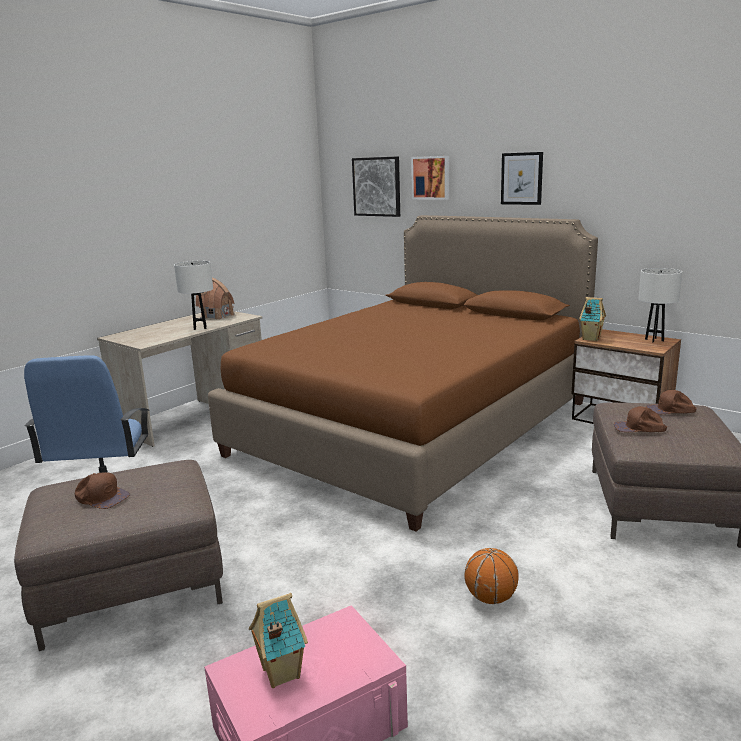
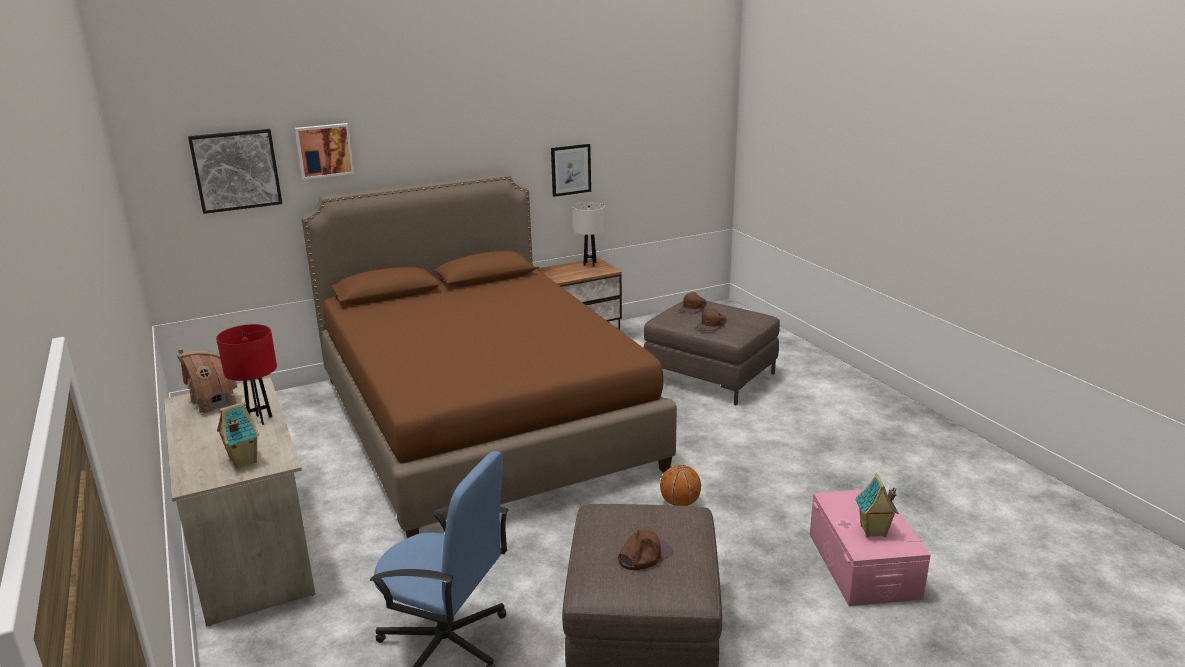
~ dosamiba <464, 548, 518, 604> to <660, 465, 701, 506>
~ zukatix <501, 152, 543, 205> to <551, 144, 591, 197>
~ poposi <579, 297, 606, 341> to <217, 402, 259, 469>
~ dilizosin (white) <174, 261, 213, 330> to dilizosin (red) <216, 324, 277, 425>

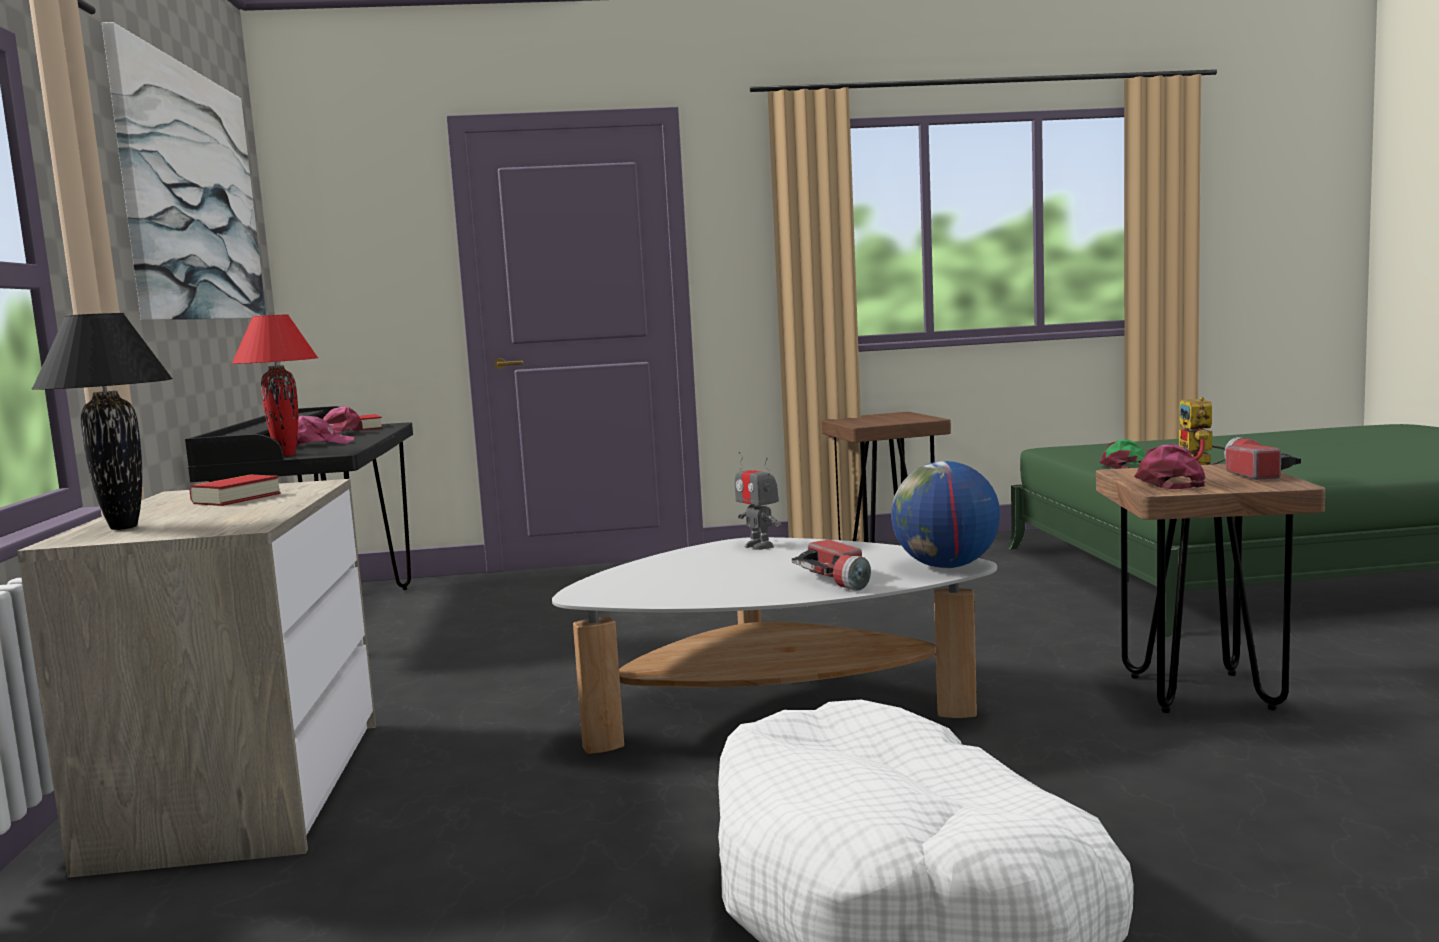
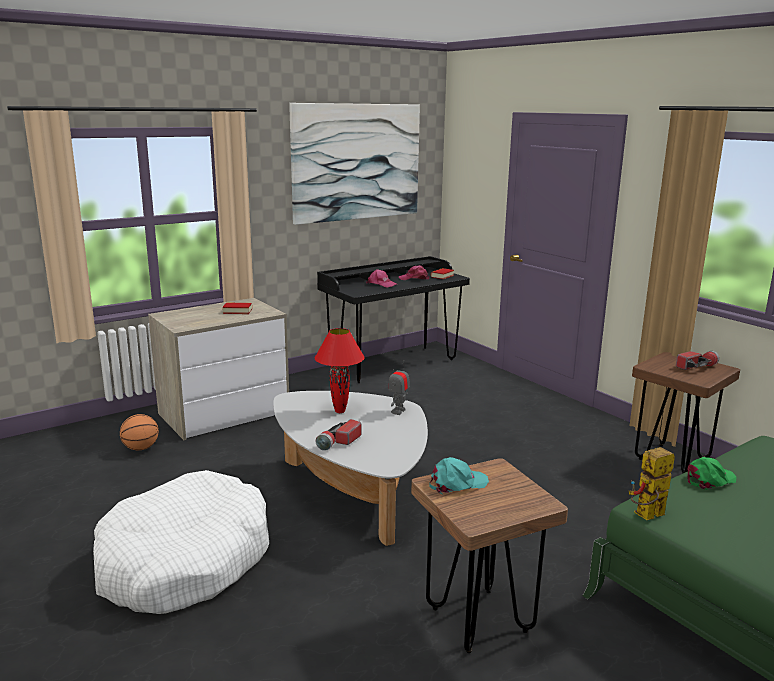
- dilizosin (black) <31, 313, 173, 530>
- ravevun <891, 461, 1000, 568>
+ dosamiba <120, 414, 159, 450>
~ dilizosin (red) <232, 314, 318, 456> to <315, 328, 365, 413>
~ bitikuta <1224, 437, 1301, 480> to <676, 351, 719, 370>
~ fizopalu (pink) <1134, 444, 1205, 489> to fizopalu (turquoise) <429, 457, 489, 494>

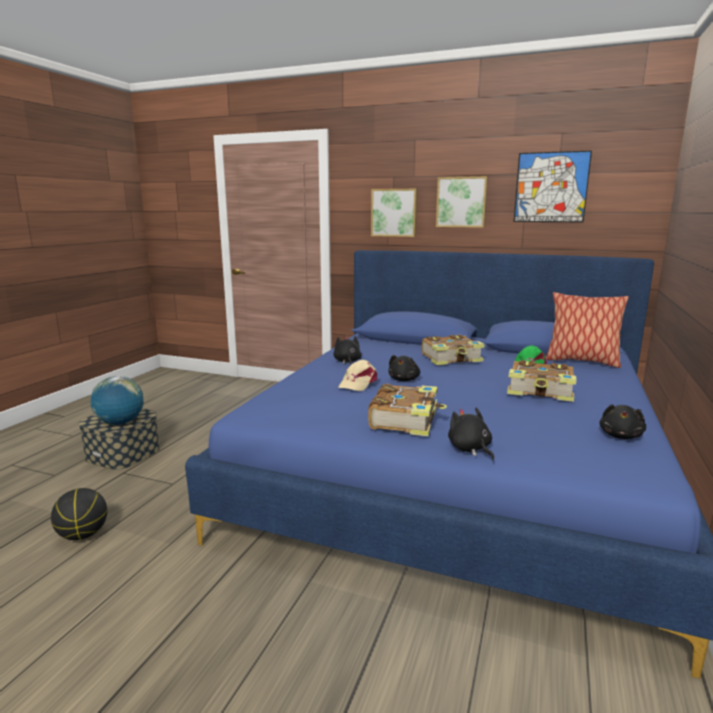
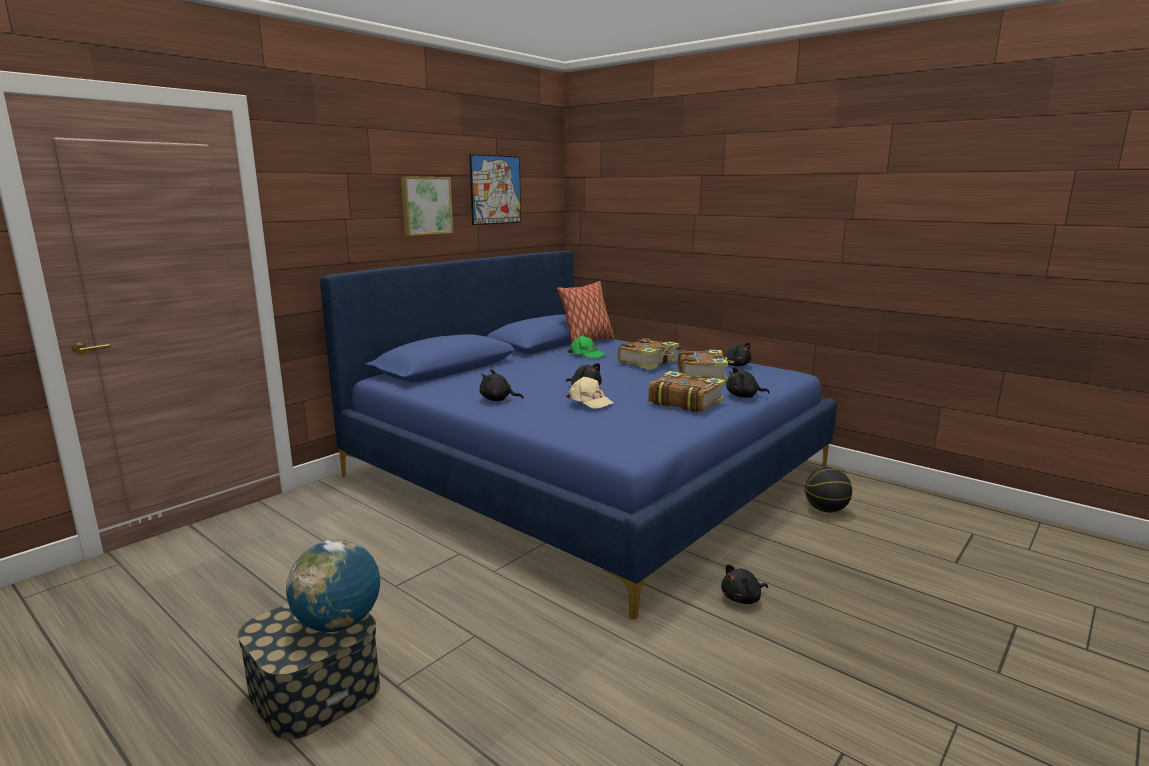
- zukatix <371, 189, 417, 237>
+ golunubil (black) <721, 564, 768, 604>
~ dosamiba <51, 488, 107, 540> to <805, 467, 852, 512>
~ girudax <422, 335, 485, 365> to <677, 350, 734, 381>

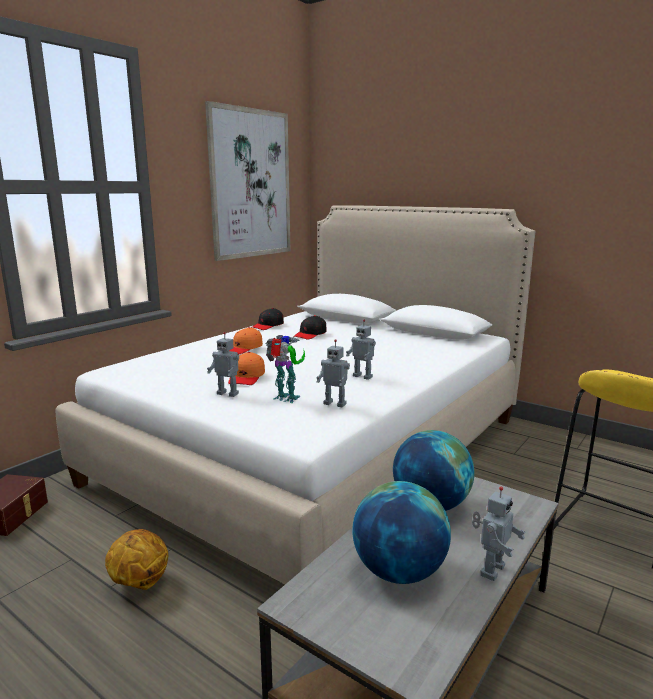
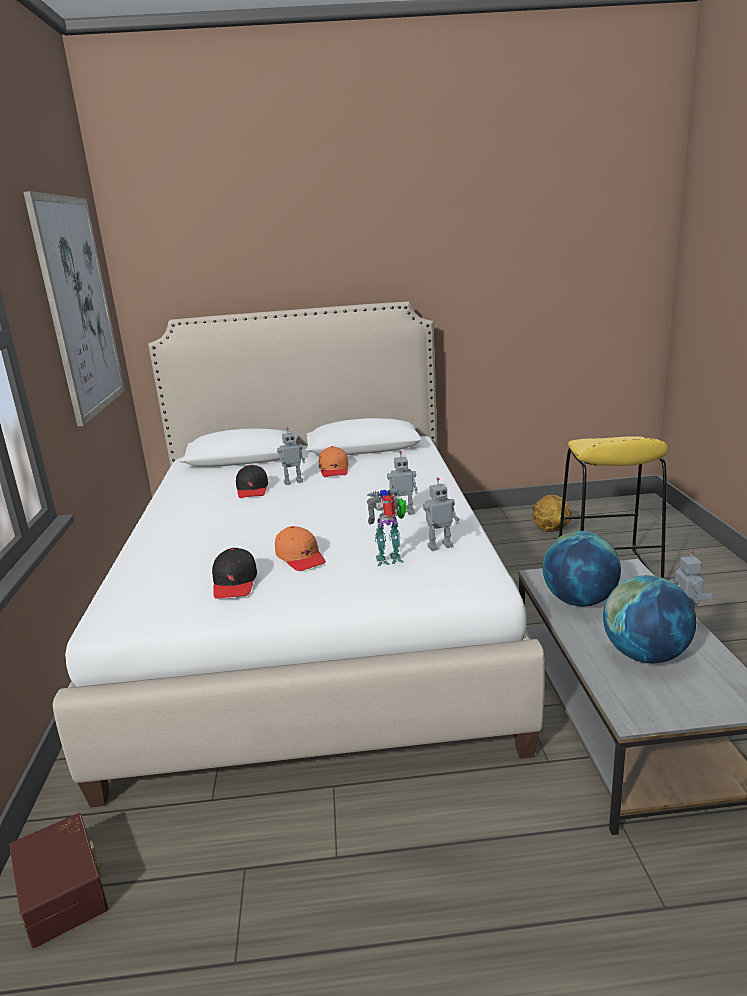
~ dosamiba <105, 529, 168, 590> to <532, 495, 572, 532>
~ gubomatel <207, 332, 239, 397> to <277, 428, 305, 485>
~ fizopalu (orange) <229, 327, 263, 354> to <319, 446, 349, 477>
~ fizopalu (black) <251, 308, 284, 330> to <212, 548, 257, 599>

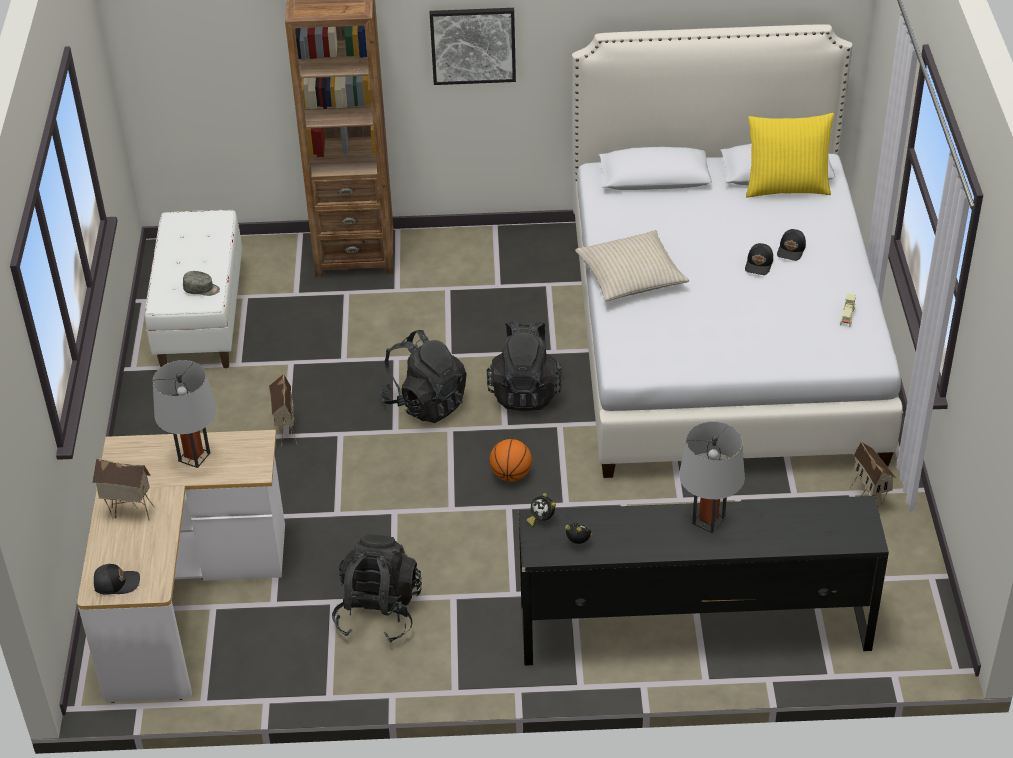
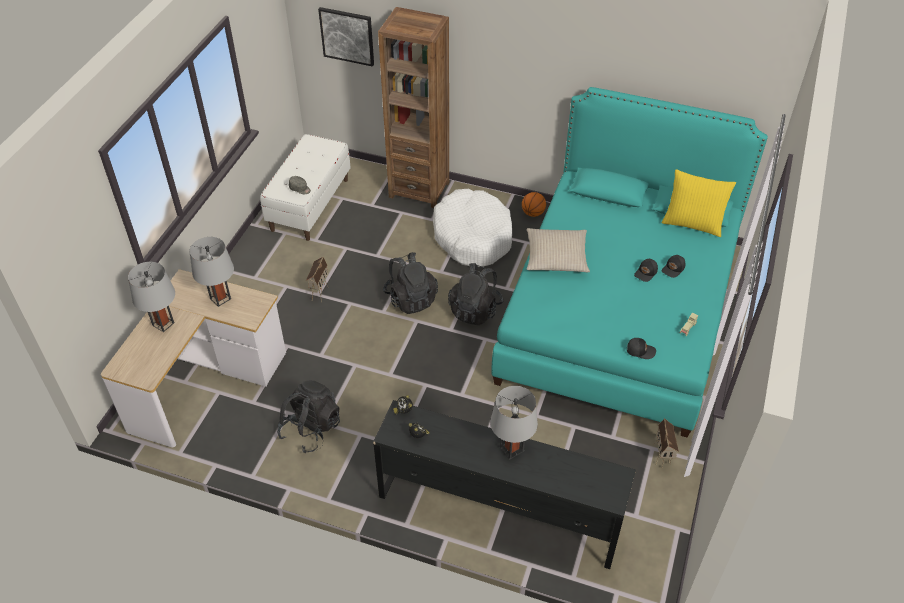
+ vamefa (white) <433, 189, 512, 267>
~ fizopalu (black) <94, 564, 140, 595> to <627, 338, 656, 359>
~ zukatix <430, 8, 516, 85> to <318, 7, 374, 67>
~ dosamiba <490, 439, 532, 481> to <522, 192, 546, 217>
~ poposi <92, 457, 155, 521> to dilizosin (grey) <128, 262, 175, 332>
~ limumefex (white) <572, 24, 903, 478> to limumefex (turquoise) <491, 87, 768, 437>

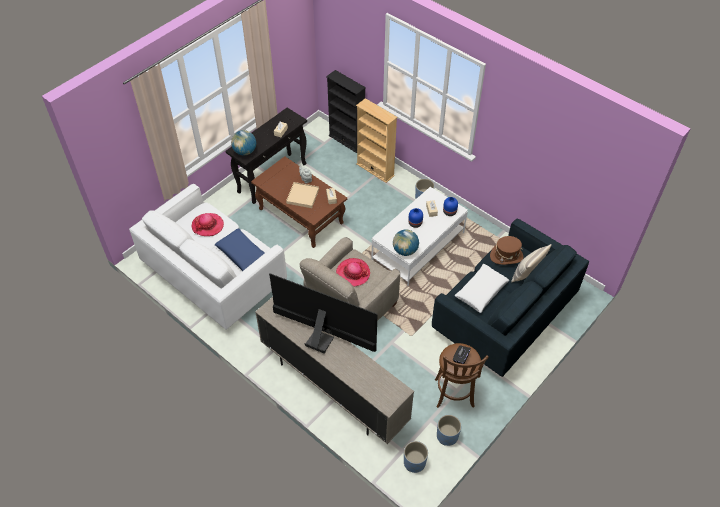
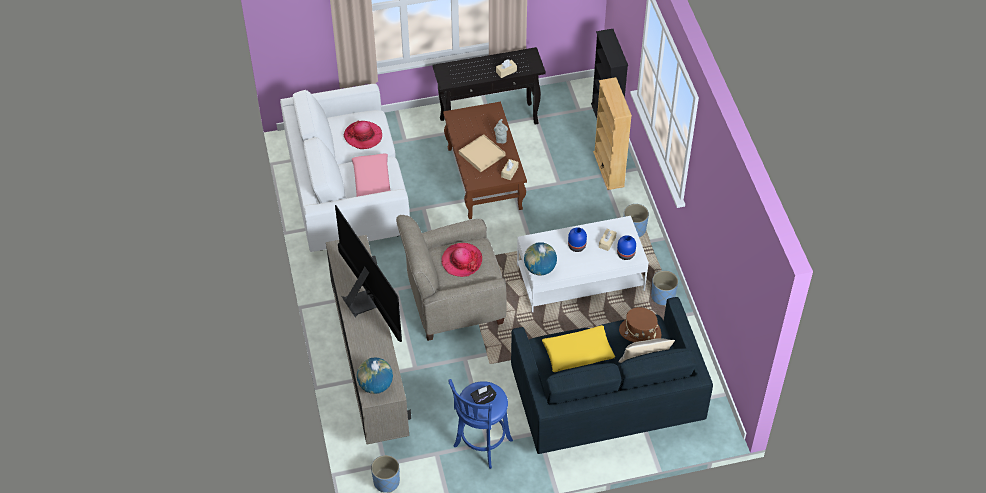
~ ravevun <231, 130, 256, 155> to <357, 357, 393, 394>
~ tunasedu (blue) <437, 415, 461, 446> to <651, 270, 678, 306>
~ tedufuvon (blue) <215, 228, 265, 271> to tedufuvon (pink) <352, 154, 391, 197>
~ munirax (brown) <434, 343, 489, 408> to munirax (blue) <448, 379, 513, 469>
~ tedufuvon (white) <455, 264, 509, 313> to tedufuvon (yellow) <542, 325, 615, 372>

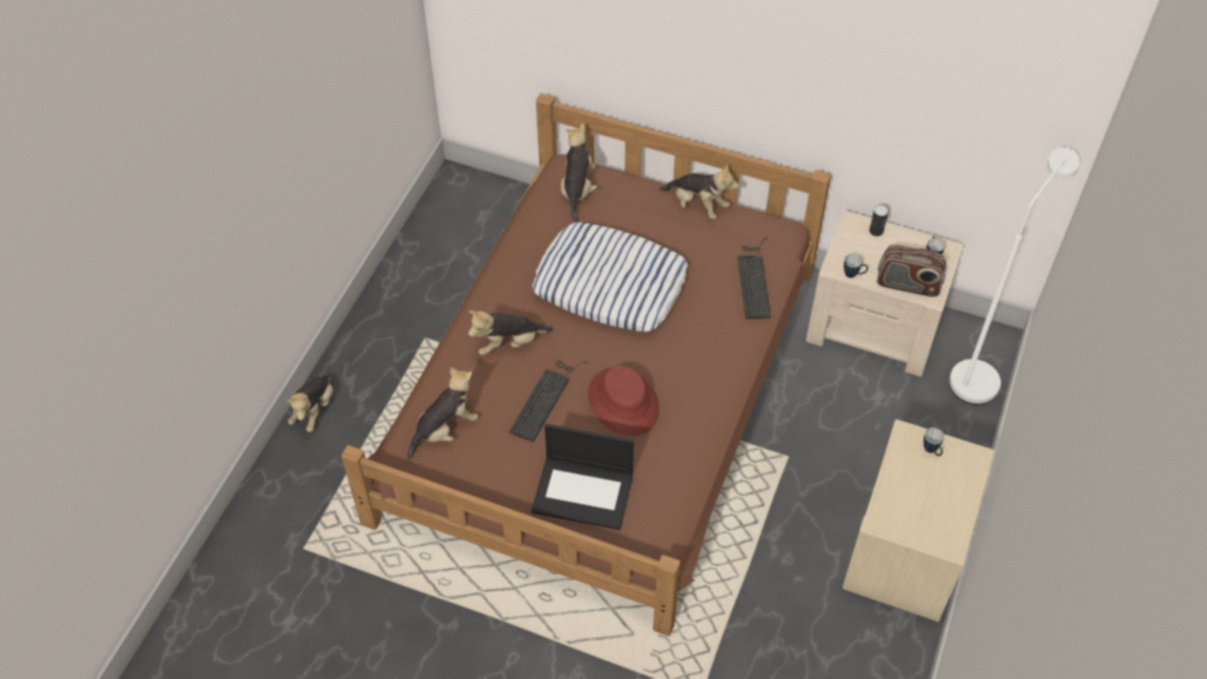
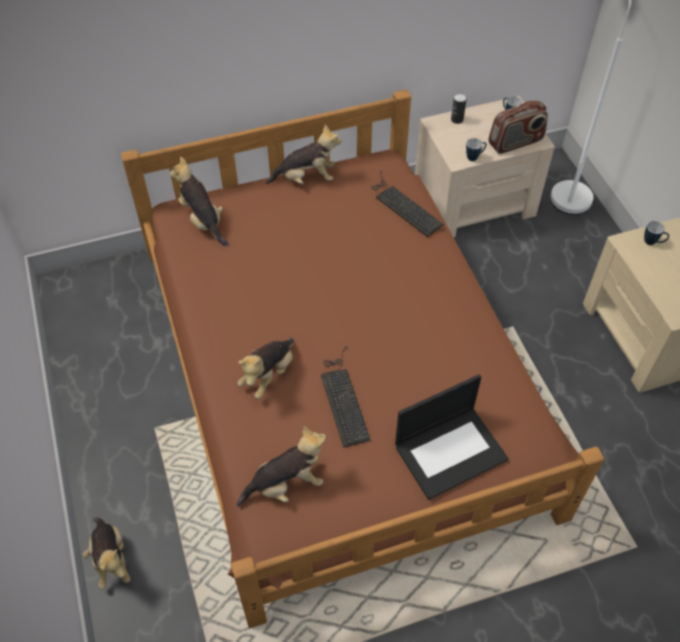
- tedufuvon <532, 222, 688, 332>
- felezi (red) <588, 366, 659, 436>
~ golunubil <407, 367, 478, 460> = <236, 426, 327, 507> 60 degrees clockwise

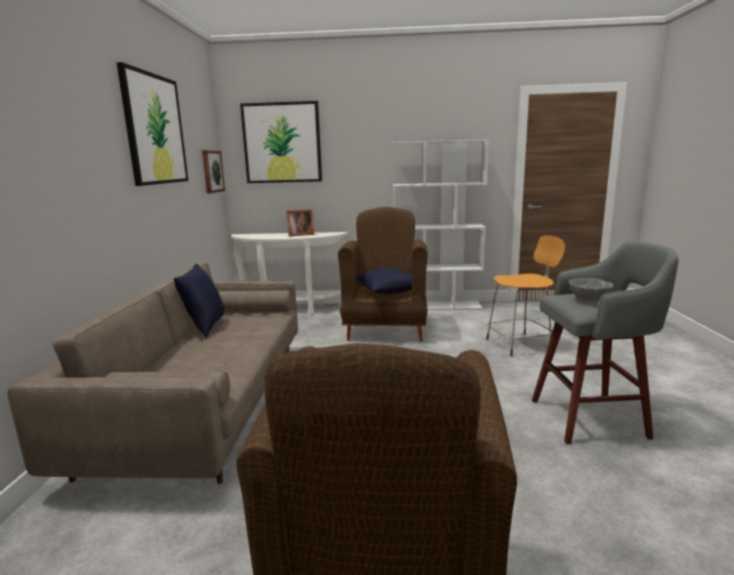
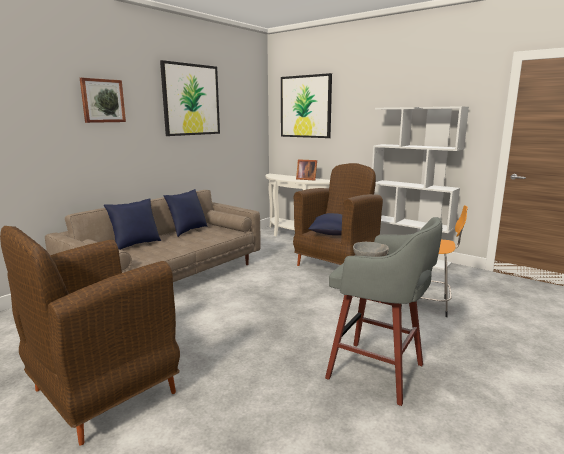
+ tedufuvon (blue) <104, 198, 161, 250>
~ zukatix <202, 150, 225, 194> to <80, 77, 126, 123>

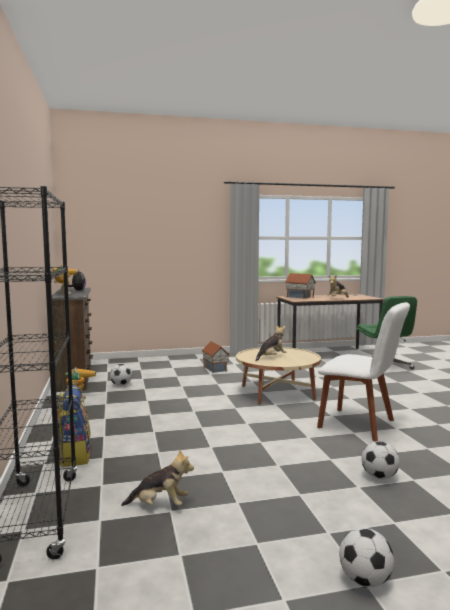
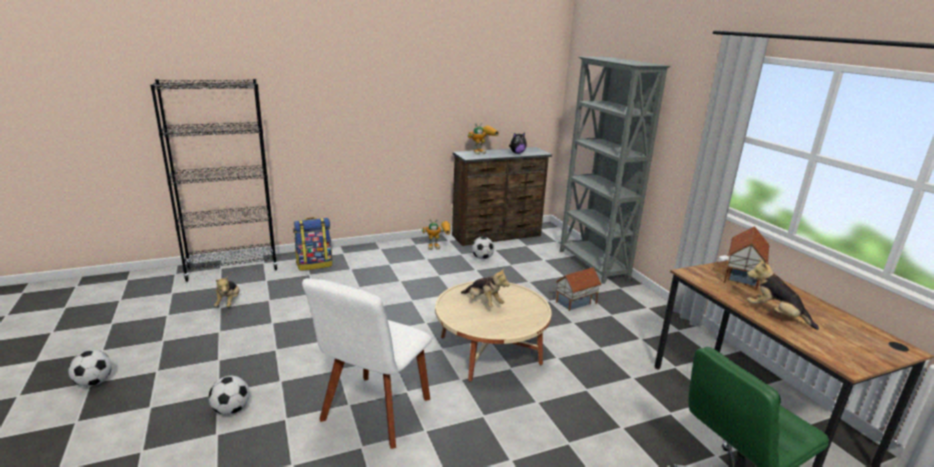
+ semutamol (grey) <560, 57, 670, 284>

